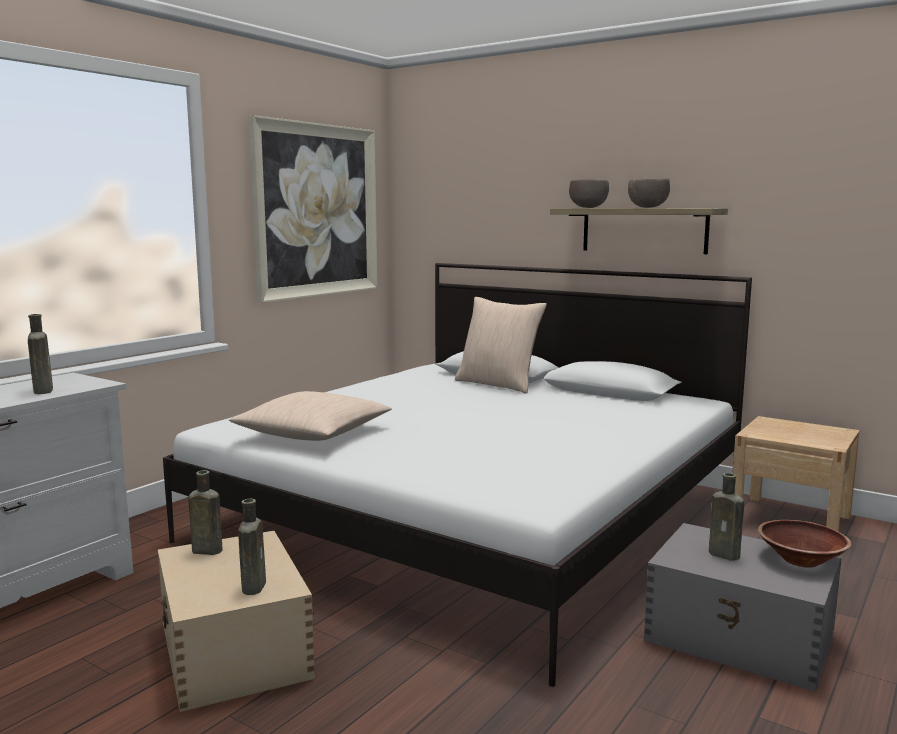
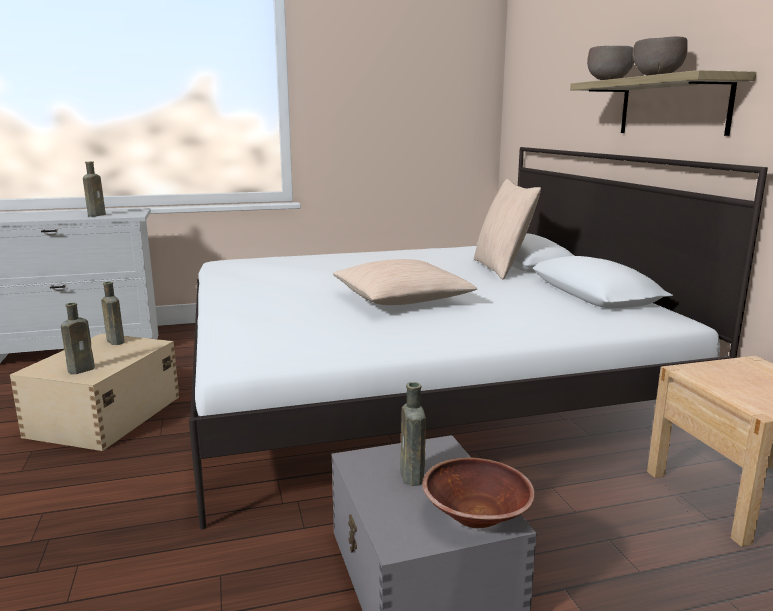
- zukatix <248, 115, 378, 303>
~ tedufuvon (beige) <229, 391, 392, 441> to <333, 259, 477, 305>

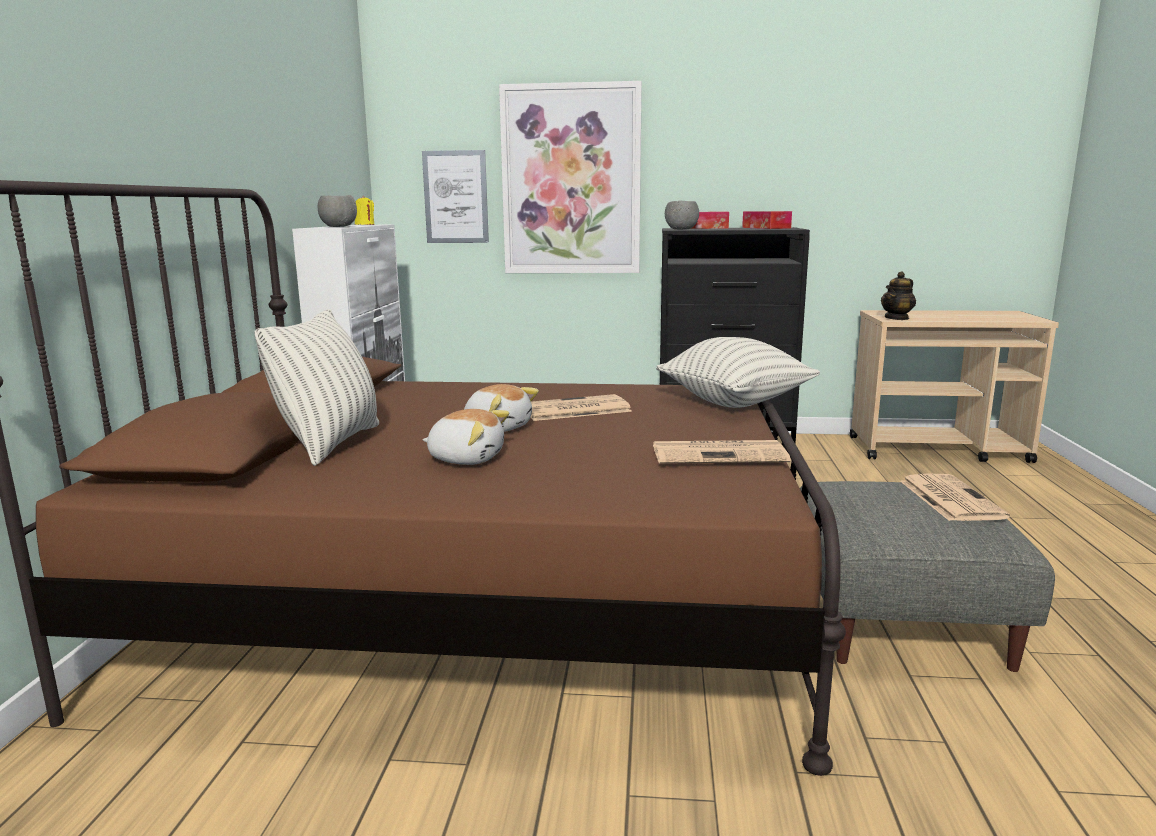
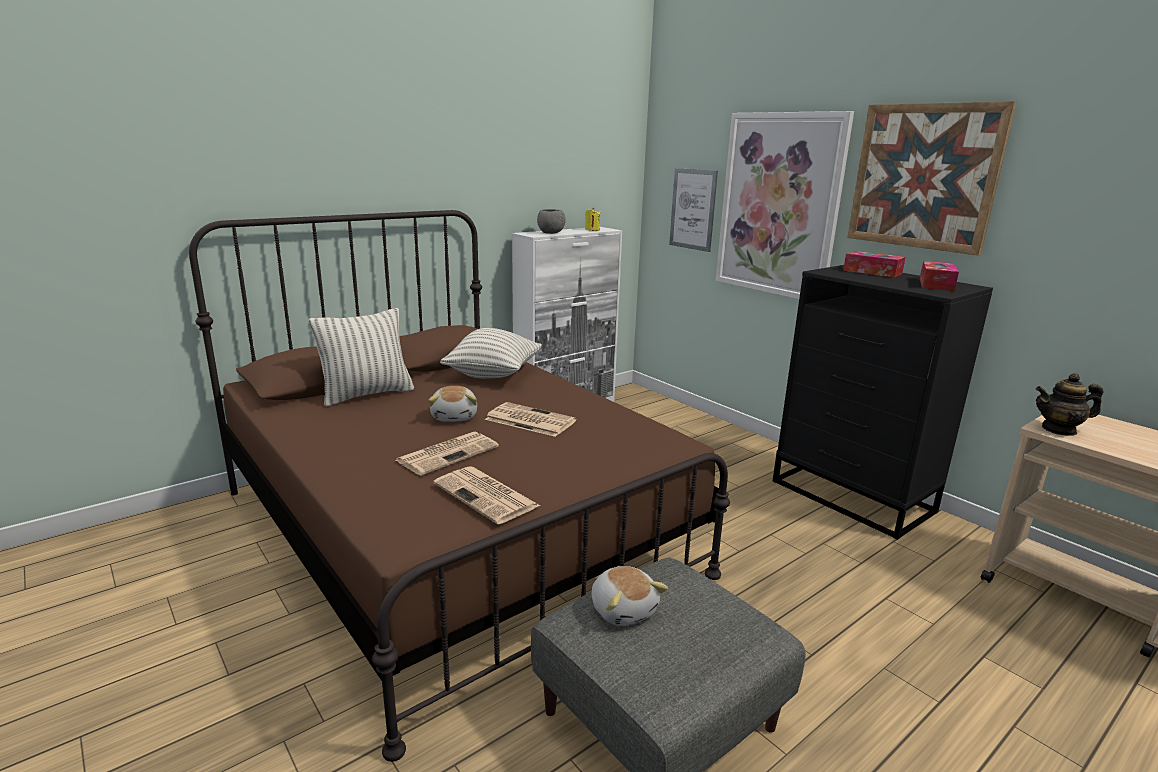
- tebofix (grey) <665, 201, 699, 230>
+ zukatix <847, 101, 1017, 256>
~ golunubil <423, 409, 509, 465> to <591, 566, 668, 626>
~ tedufuvon <656, 337, 820, 408> to <440, 328, 542, 378>
~ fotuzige <900, 474, 1010, 521> to <395, 432, 499, 476>

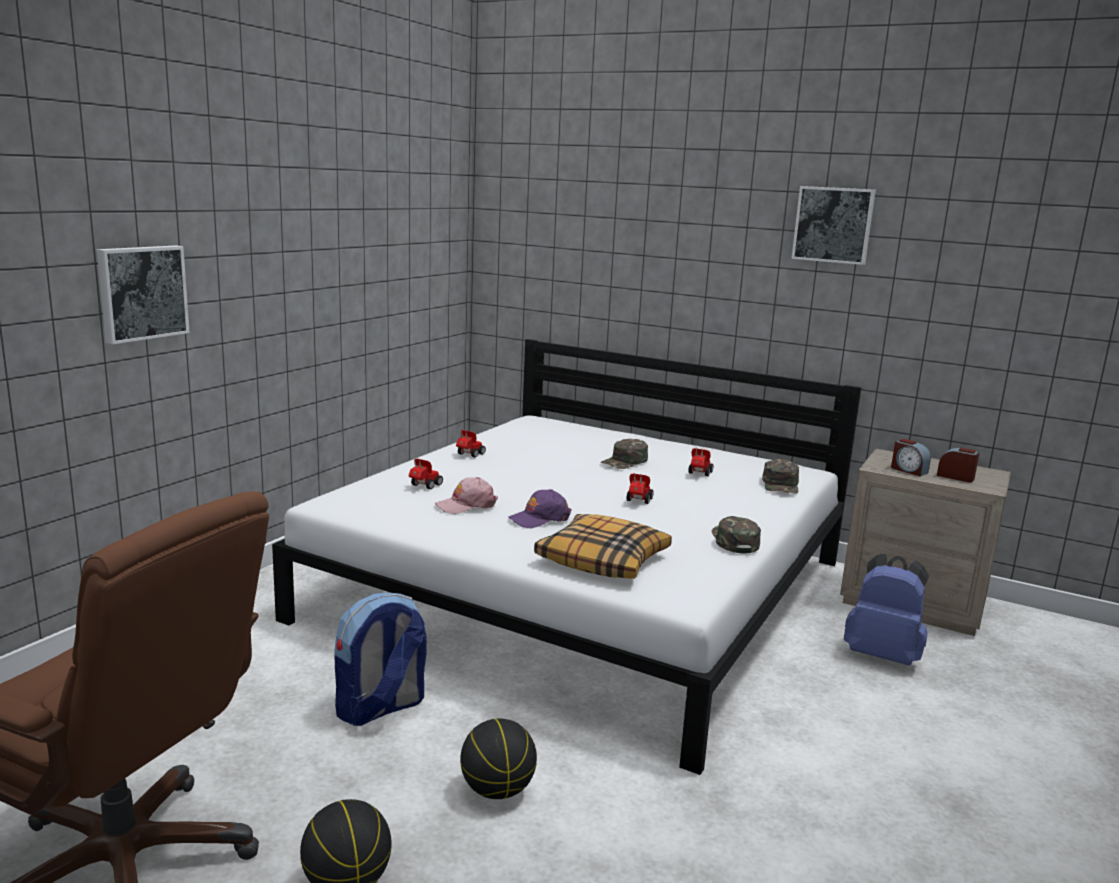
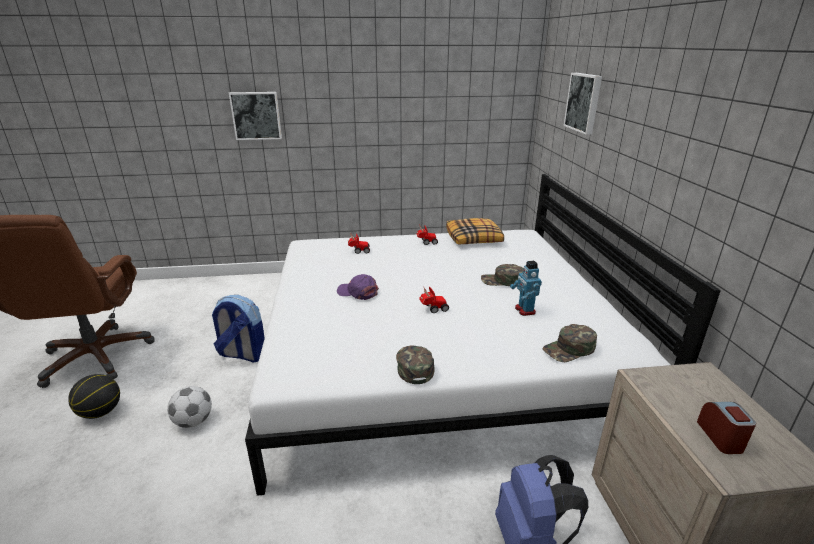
- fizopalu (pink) <435, 477, 498, 514>
- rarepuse <891, 439, 931, 476>
~ tedufuvon <534, 514, 672, 579> to <446, 218, 504, 245>
~ zukatix <791, 186, 876, 265> to <563, 73, 602, 135>
~ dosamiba <460, 718, 537, 799> to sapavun <167, 386, 212, 428>
~ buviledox <688, 447, 713, 476> to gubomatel <510, 261, 542, 316>
~ fizopalu (green) <712, 516, 761, 553> = <396, 345, 434, 384> 60 degrees counterclockwise

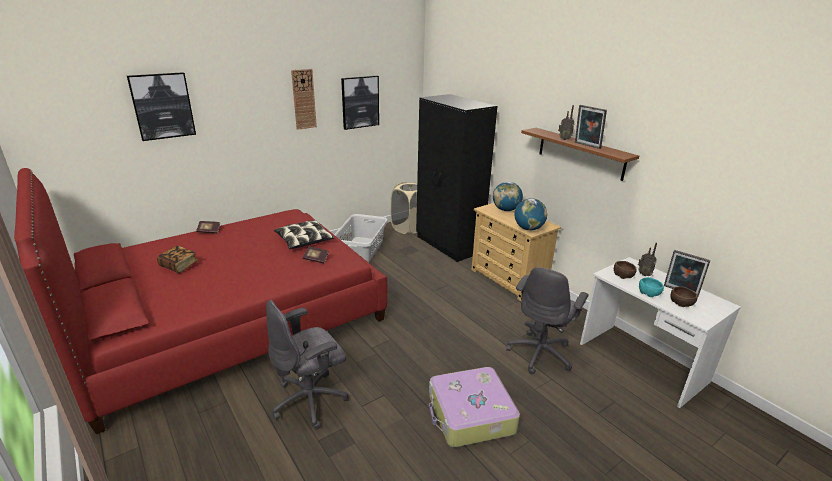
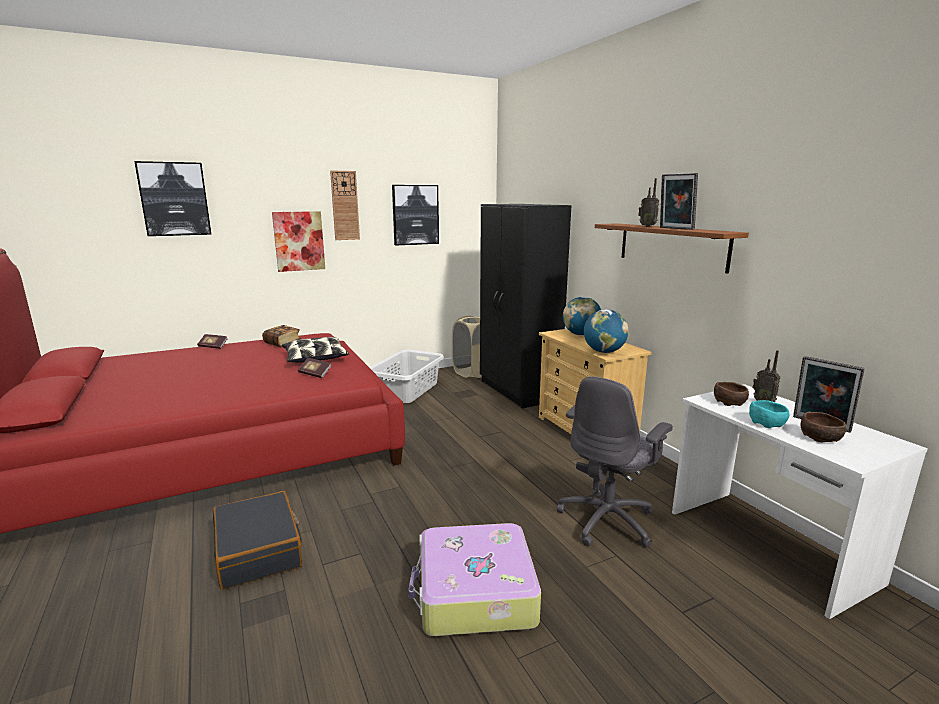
+ zukatix <272, 211, 325, 272>
~ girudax <157, 246, 198, 274> to <262, 325, 301, 348>
~ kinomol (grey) <266, 300, 349, 429> to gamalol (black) <213, 491, 302, 590>

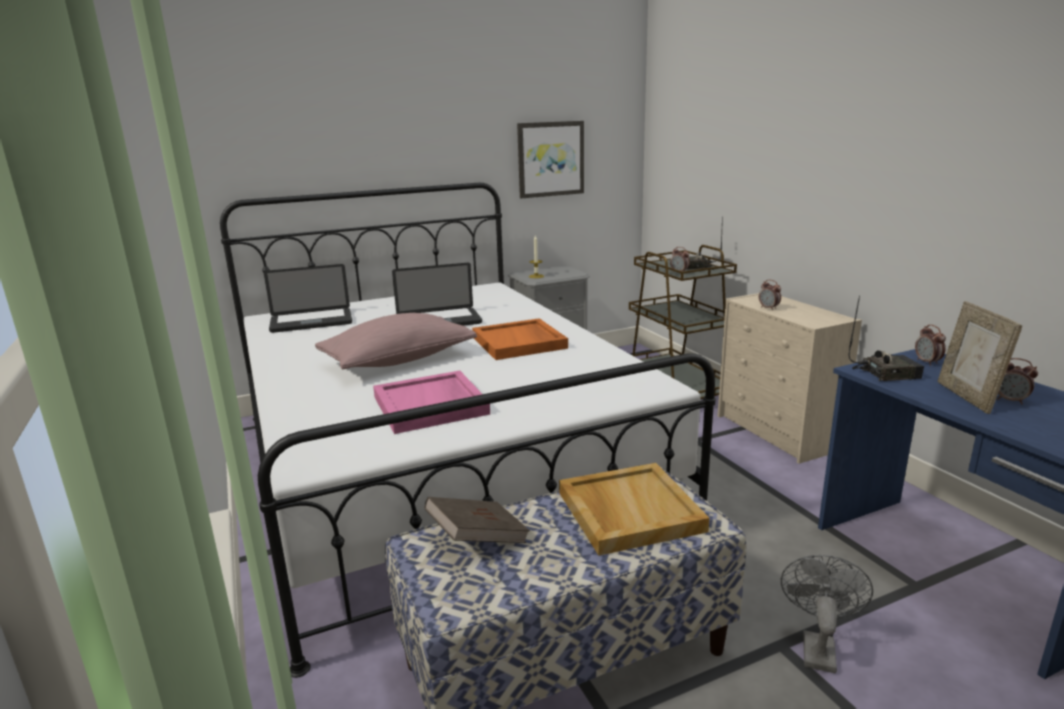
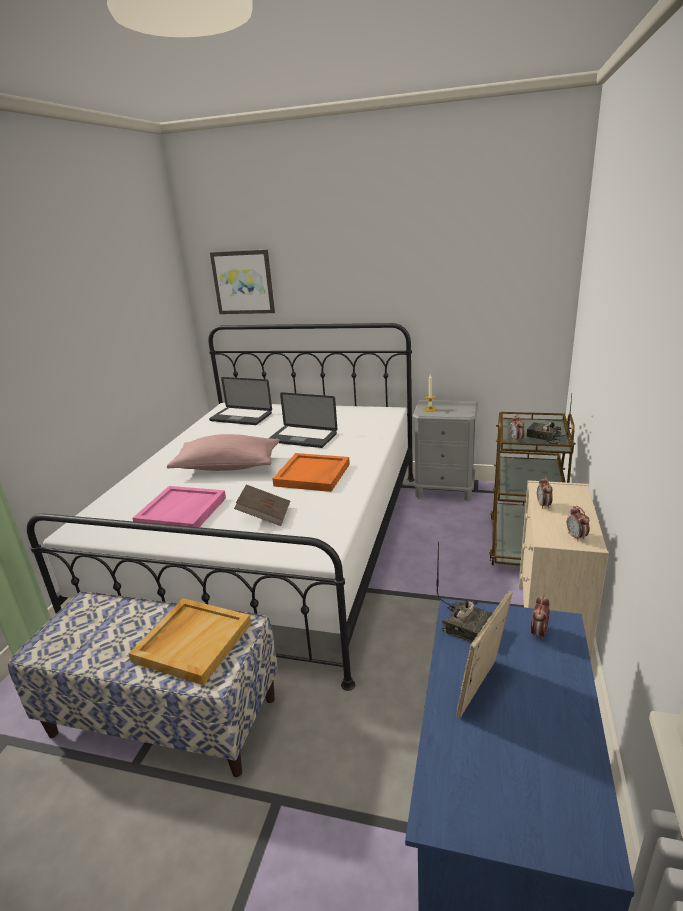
- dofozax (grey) <781, 554, 873, 673>
~ girudax (brown) <425, 497, 530, 543> to <234, 484, 290, 526>
~ zukatix <517, 121, 584, 198> to <210, 249, 275, 314>
~ rarepuse <997, 358, 1038, 404> to <567, 506, 590, 540>

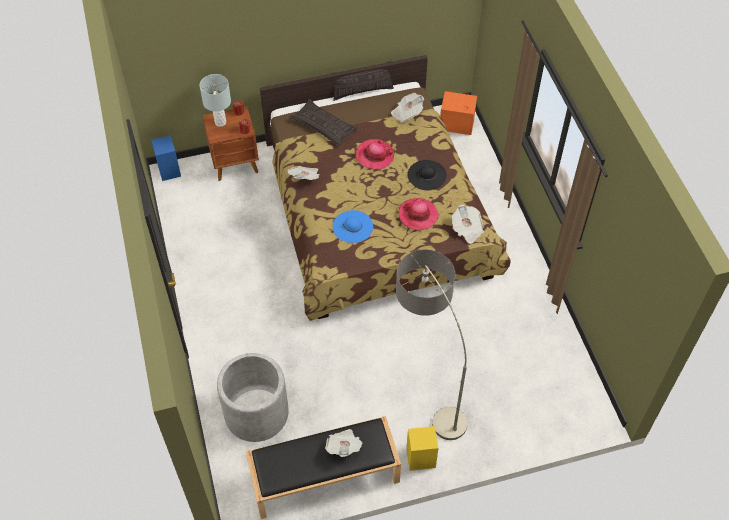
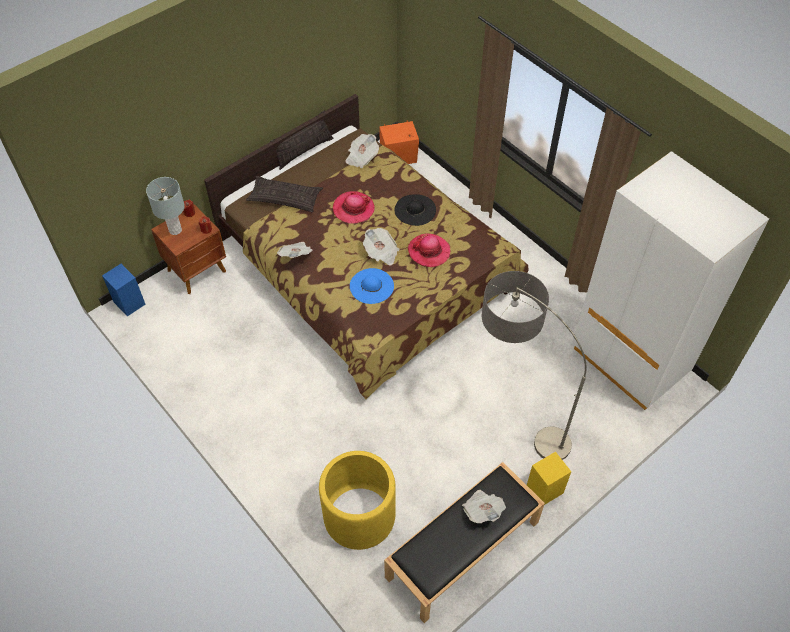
+ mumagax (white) <572, 151, 769, 410>
~ fotuzige <452, 205, 484, 244> to <363, 228, 399, 266>
~ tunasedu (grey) <217, 353, 289, 442> to tunasedu (yellow) <319, 451, 396, 550>

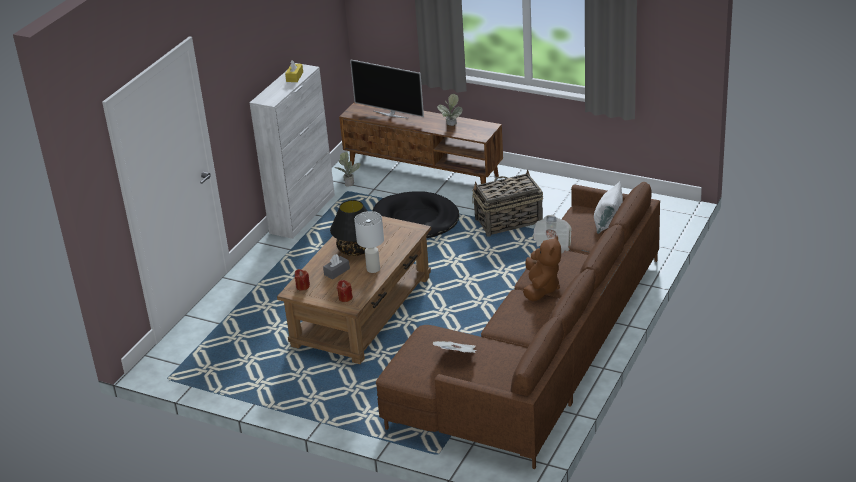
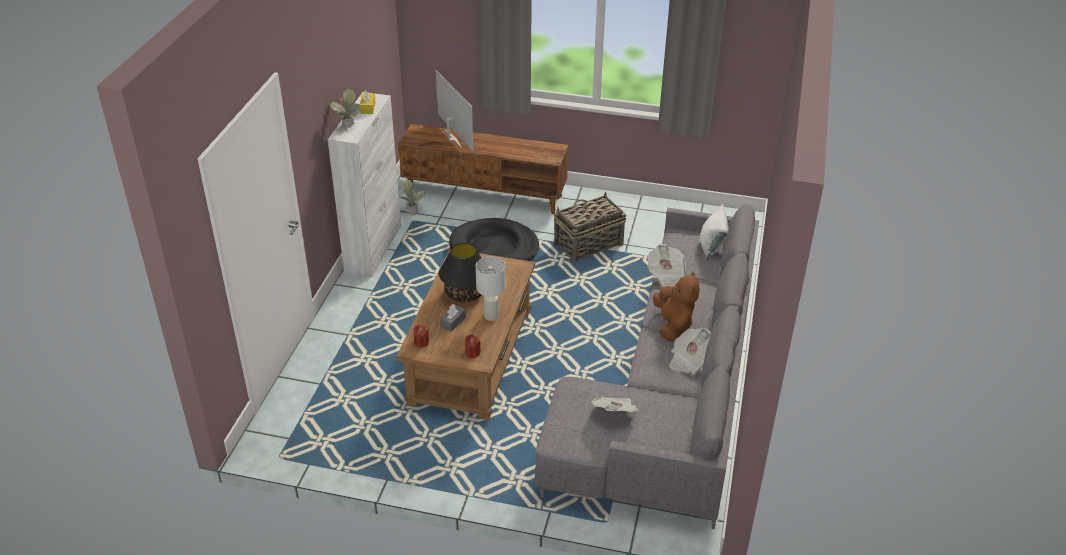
+ fotuzige <669, 328, 711, 374>
~ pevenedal <437, 94, 463, 126> to <330, 89, 361, 126>
~ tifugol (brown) <376, 182, 660, 469> to tifugol (grey) <535, 203, 759, 529>
~ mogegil <350, 59, 424, 119> = <436, 70, 473, 151> 135 degrees counterclockwise

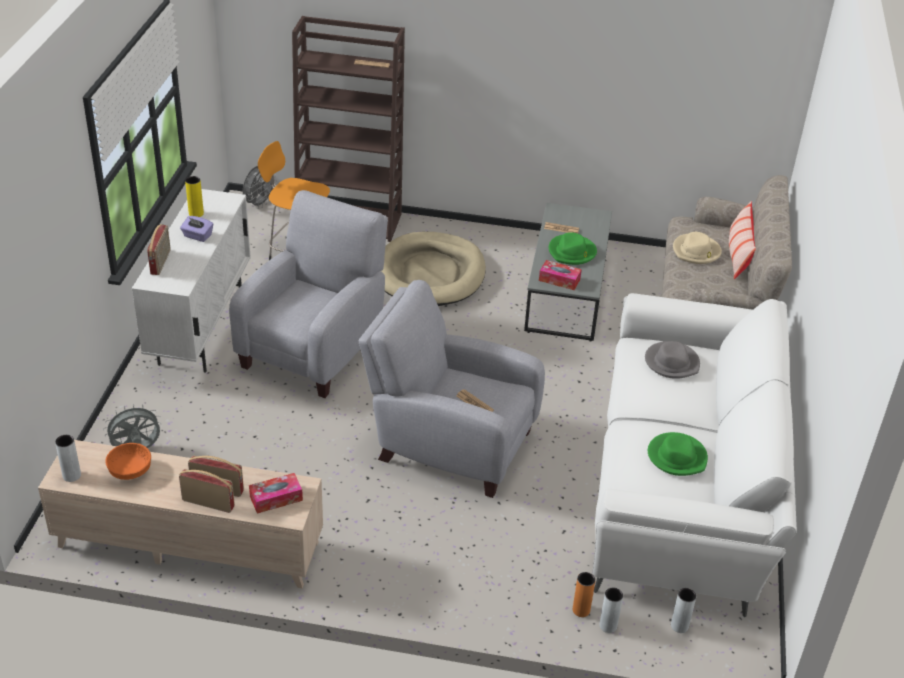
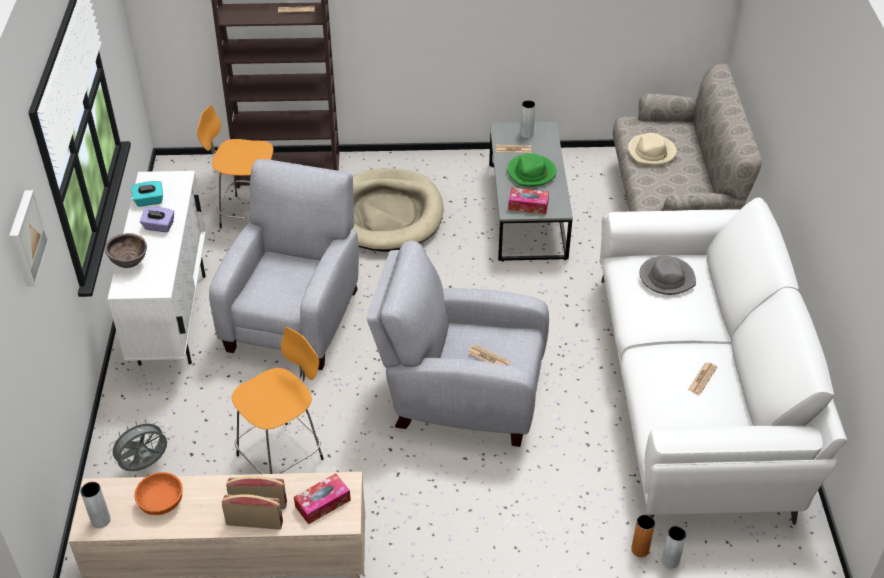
- dofozax (grey) <243, 166, 277, 209>
- tedufuvon <729, 201, 756, 279>
+ zukatix <9, 190, 49, 287>
+ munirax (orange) <232, 327, 324, 474>
~ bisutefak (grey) <671, 588, 696, 633> to <520, 100, 536, 138>
~ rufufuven <147, 224, 171, 275> to tebofix (brown) <105, 233, 147, 268>
~ bisutefak (yellow) <185, 176, 204, 217> to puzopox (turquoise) <131, 181, 163, 207>
~ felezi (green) <648, 432, 708, 476> to fotuzige <688, 362, 717, 395>

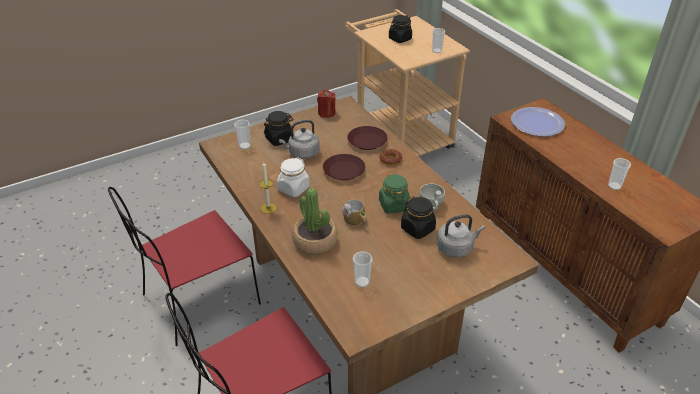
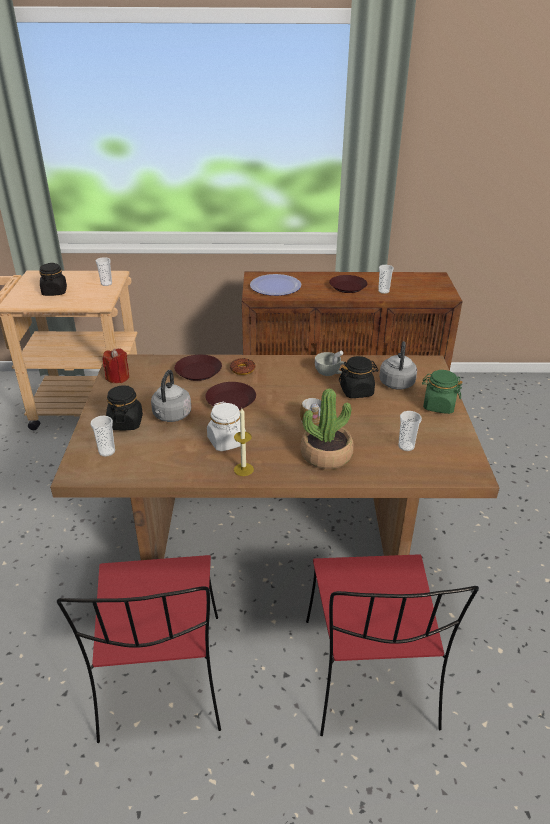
+ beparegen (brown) <329, 275, 368, 293>
~ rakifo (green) <379, 174, 410, 214> to <422, 370, 463, 414>

